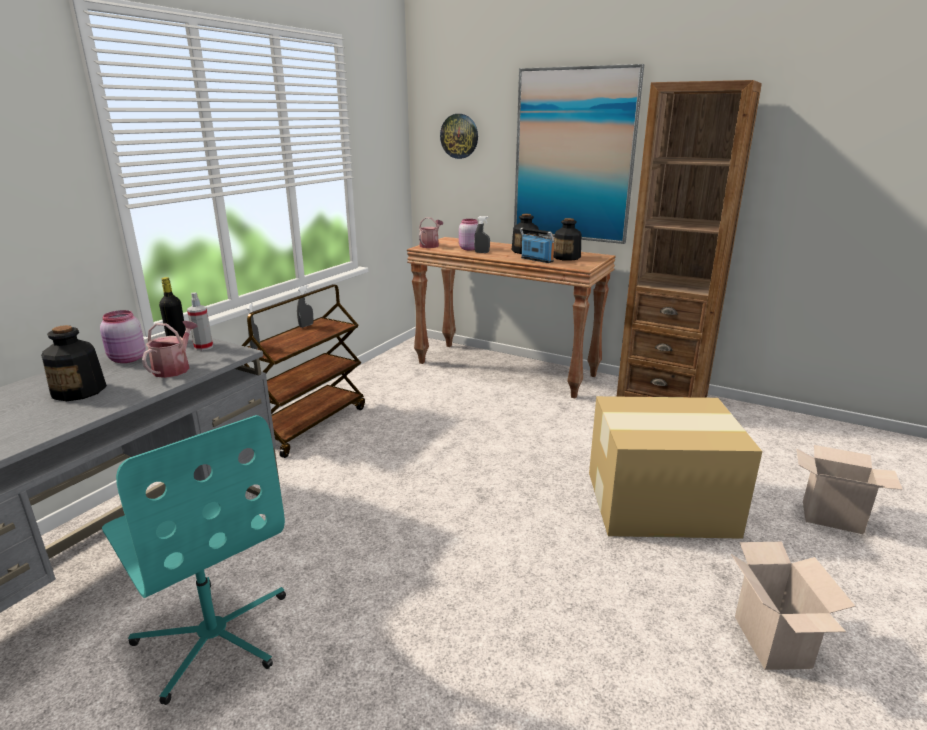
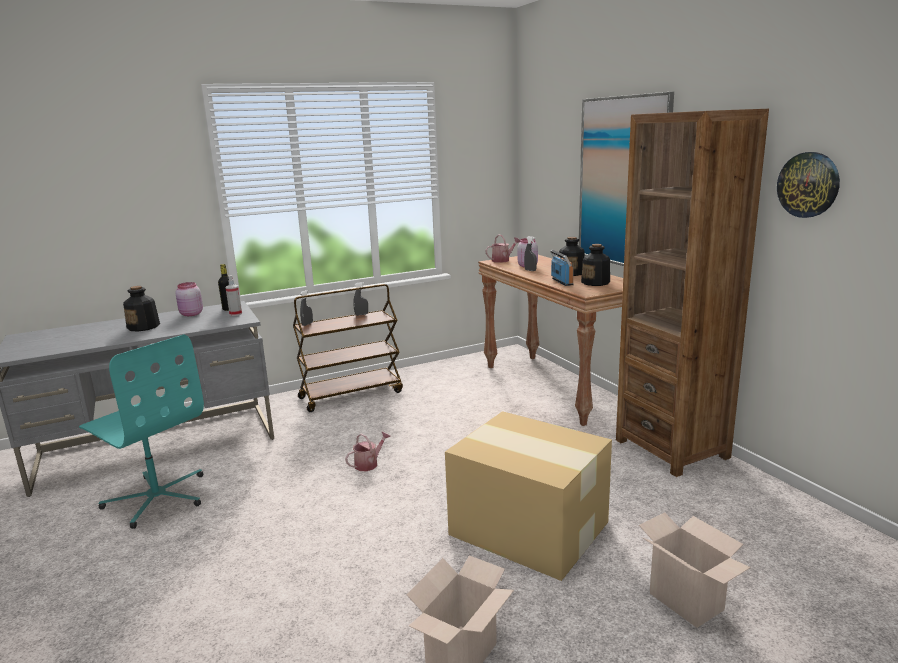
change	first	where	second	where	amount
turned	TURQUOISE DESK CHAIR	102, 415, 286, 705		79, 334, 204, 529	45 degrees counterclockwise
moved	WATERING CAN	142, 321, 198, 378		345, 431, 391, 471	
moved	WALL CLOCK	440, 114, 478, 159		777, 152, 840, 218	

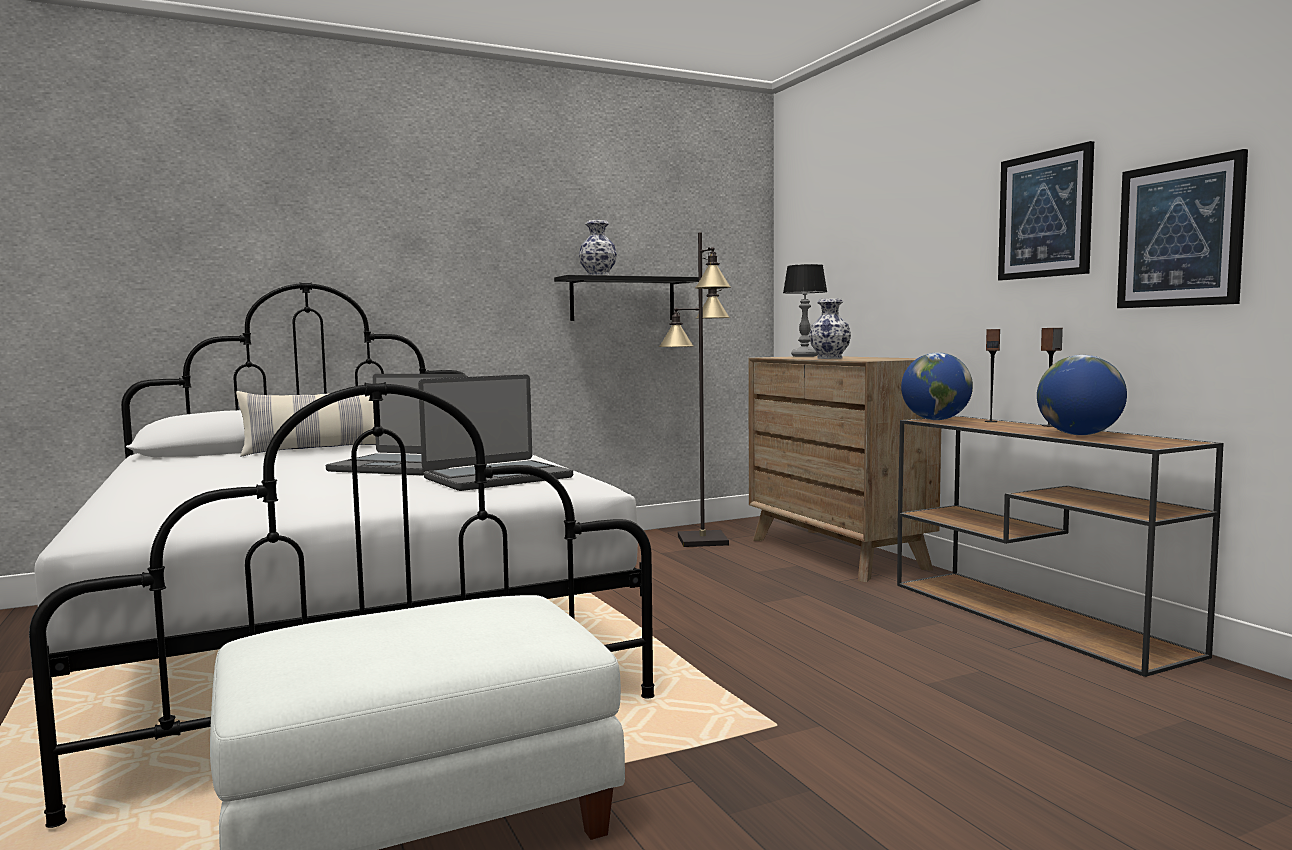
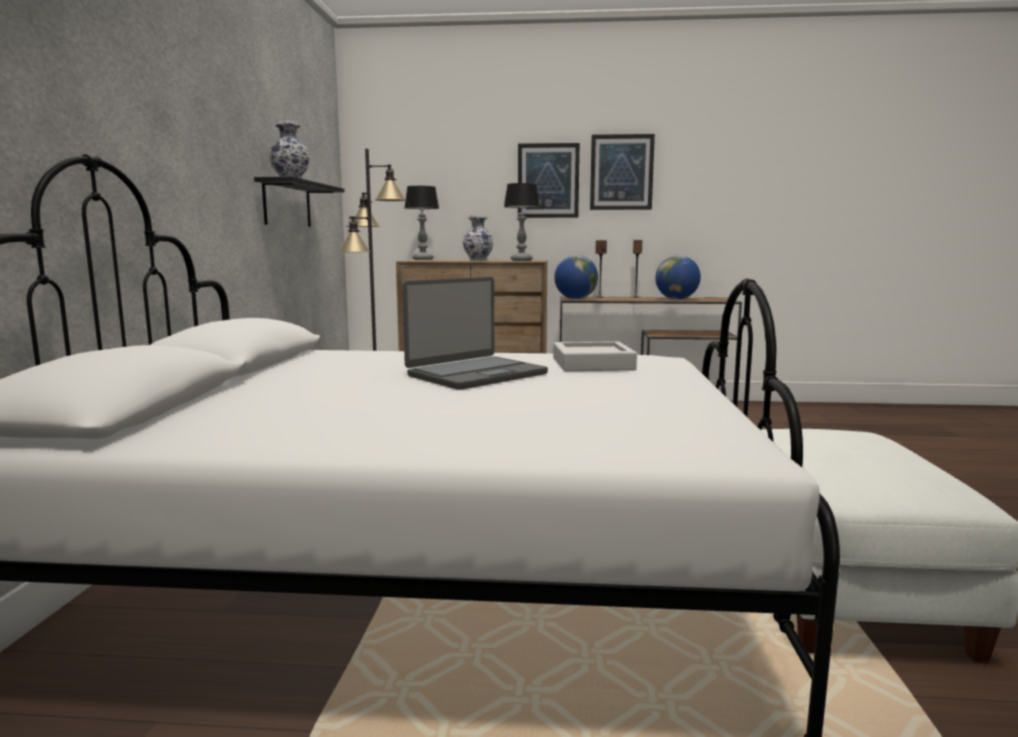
change	first	where	second	where	amount
removed	THROW PILLOW	236, 391, 376, 457			
replaced	NOTEBOOK COMPUTER	418, 374, 573, 491	GREYISH CARRYING TRAY	553, 341, 637, 371	
moved	PICTURE	1117, 149, 1248, 308		518, 143, 580, 218	
added			TABLETOP LAMP	504, 183, 540, 261	

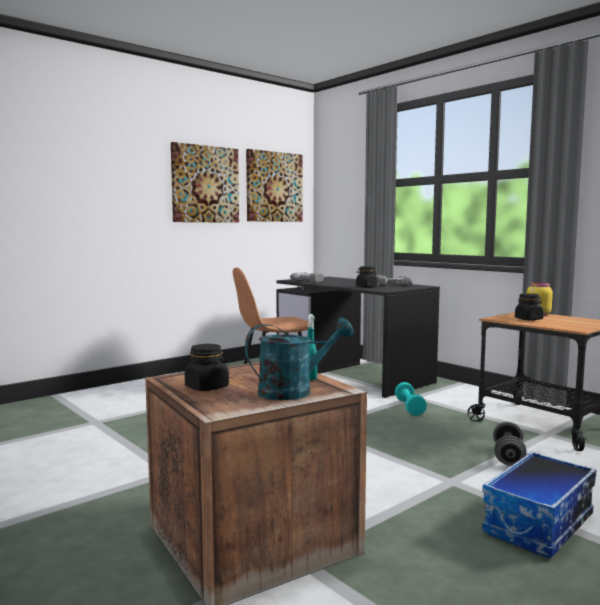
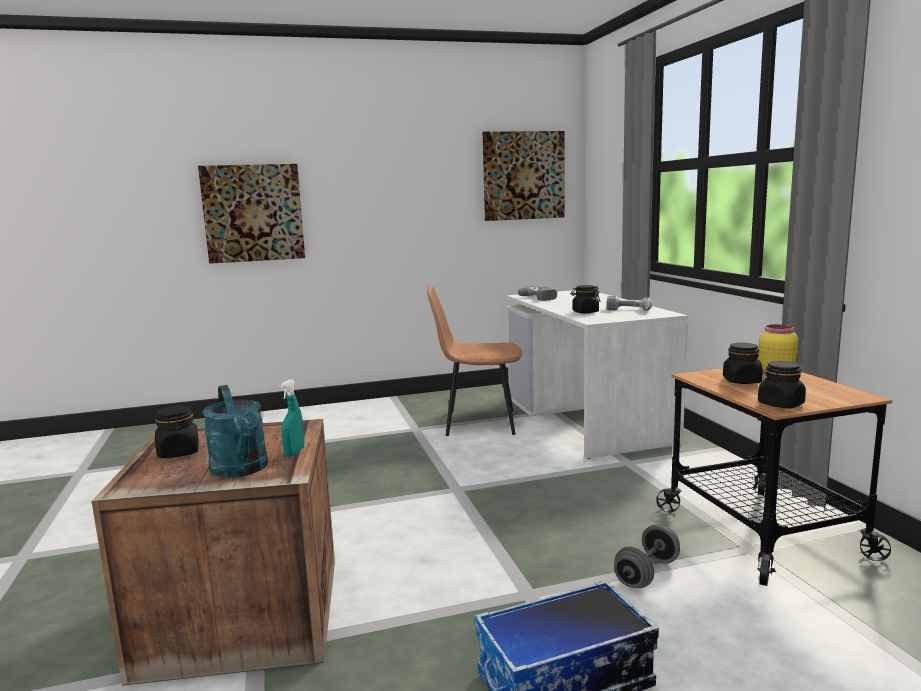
change	first	where	second	where	amount
moved	PICTURE	171, 142, 239, 223		198, 164, 305, 264	
turned	TURQUOISE WATERING CAN	245, 317, 354, 400		202, 385, 268, 478	60 degrees clockwise
recoloured	BLACKISH DESK UNIT	276, 277, 440, 398	WHITE DESK UNIT	507, 290, 688, 459	
removed	TURQUOISE DUMBBELL	395, 382, 427, 416			
added			BLACKISH STORAGE JAR	758, 361, 806, 408	

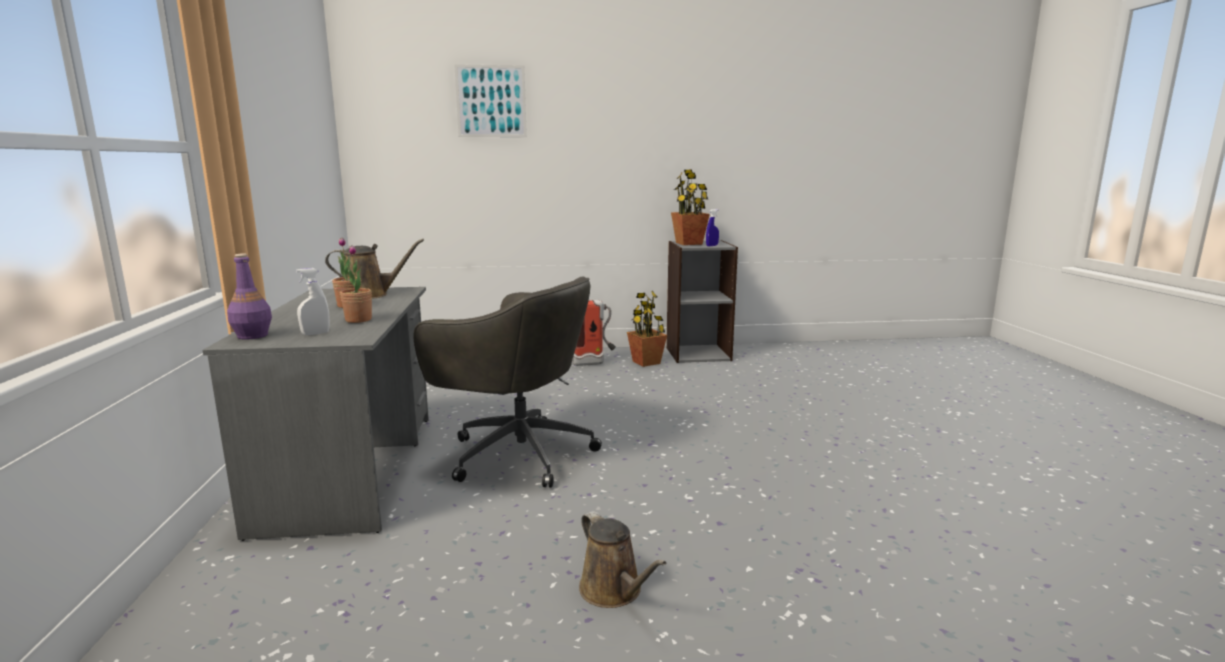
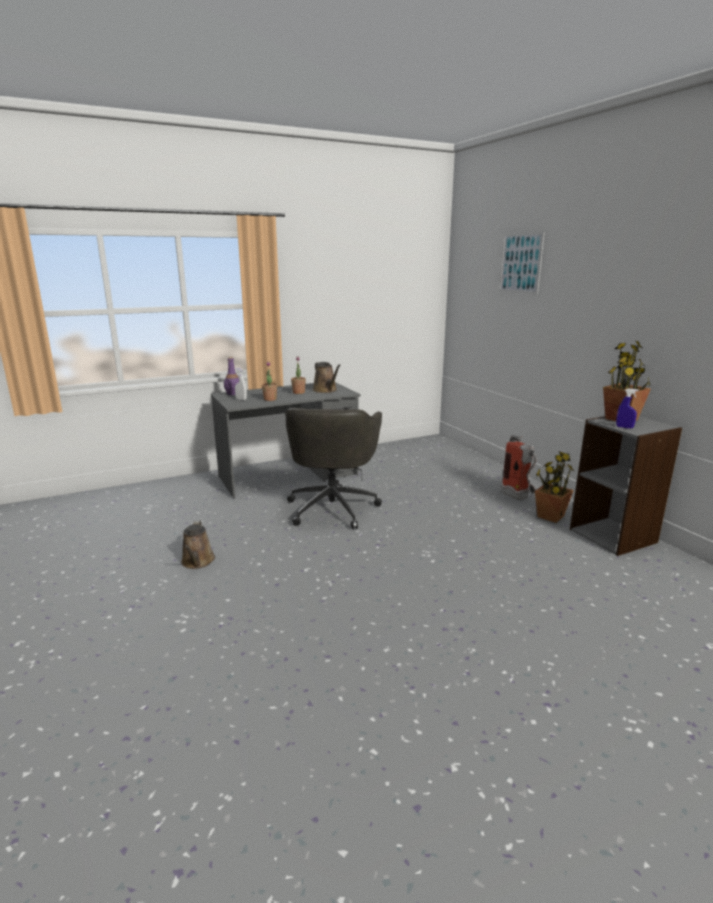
change	first	where	second	where	amount
turned	BROWN-COLOURED WATERING CAN	579, 511, 667, 608		181, 521, 215, 569	45 degrees counterclockwise

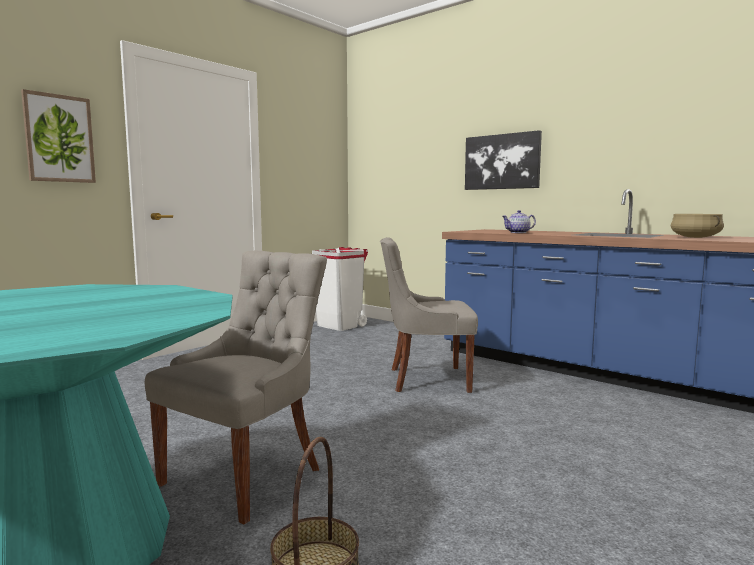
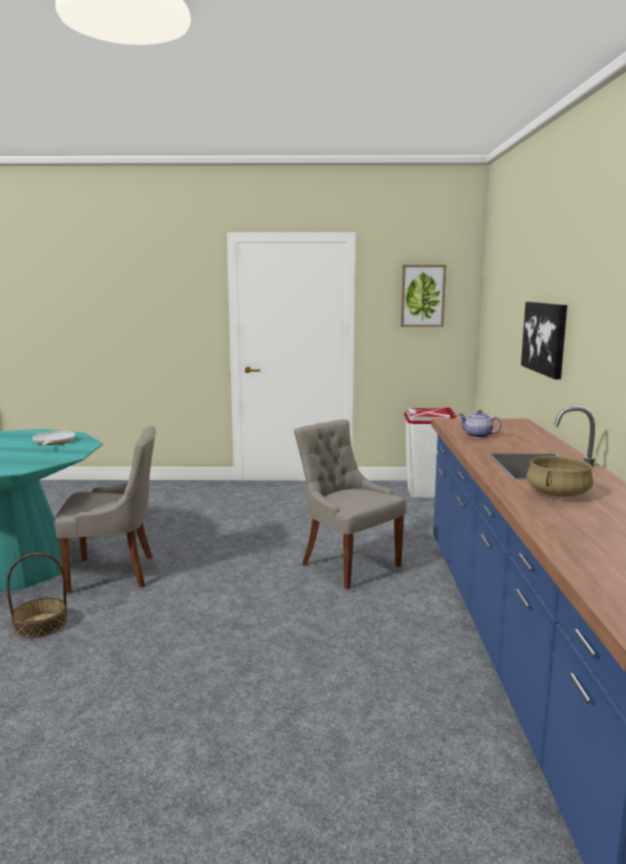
change	first	where	second	where	amount
moved	PICTURE	21, 89, 96, 183		401, 265, 446, 327	
added			FRYING PAN	32, 431, 75, 445	

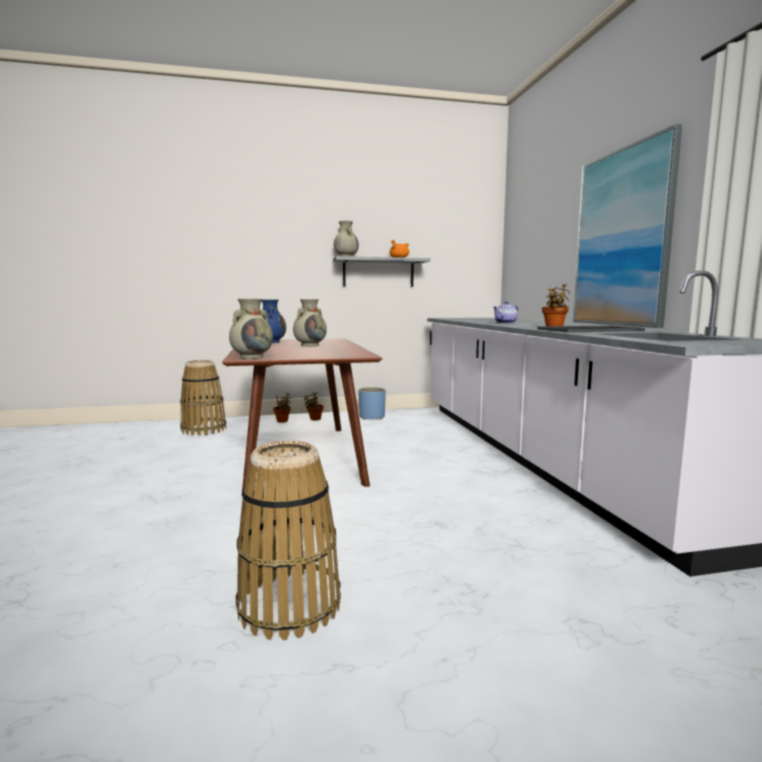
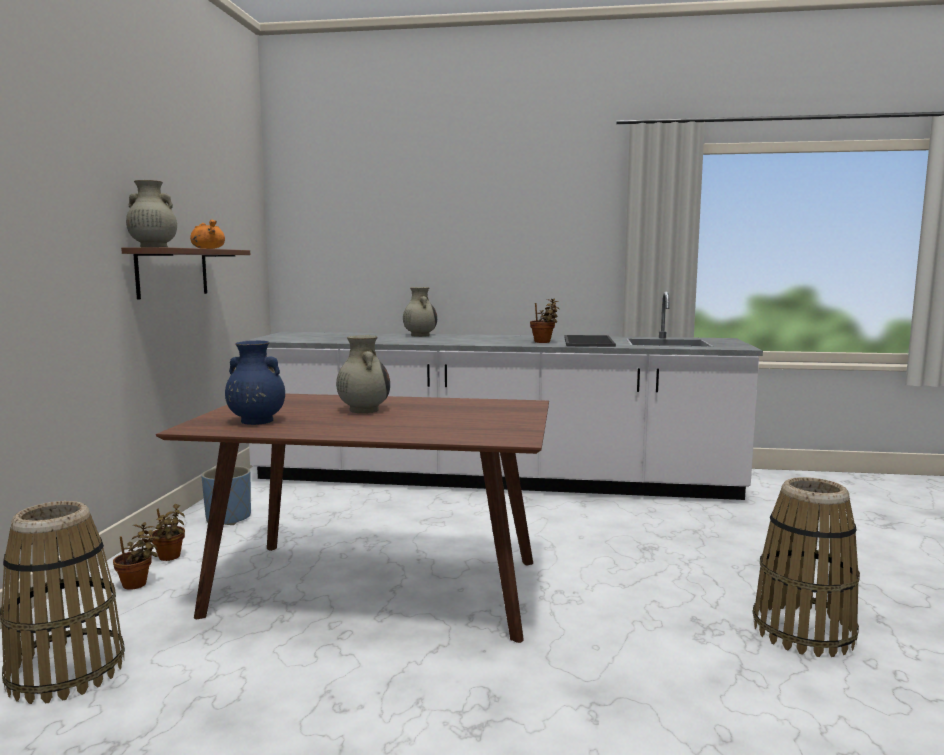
change	first	where	second	where	amount
moved	SAND-COLOURED FLOWER VASE	229, 299, 273, 359		403, 287, 437, 337	
recoloured	GREYISH WALL SHELF	333, 256, 431, 287	BROWN-COLOURED WALL SHELF	121, 247, 250, 300	
removed	TEAPOT	494, 301, 519, 324			
removed	PICTURE	573, 124, 682, 328			

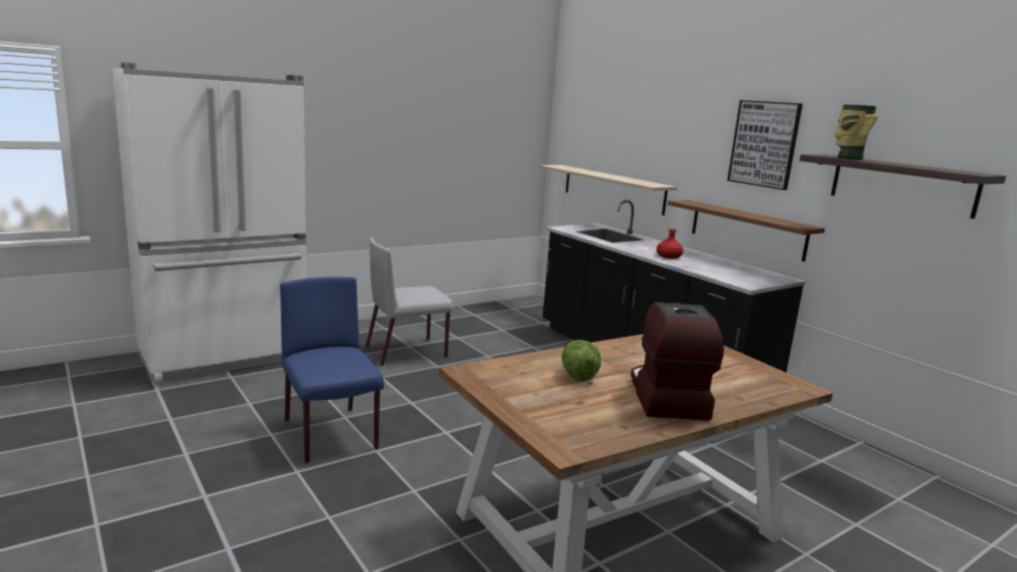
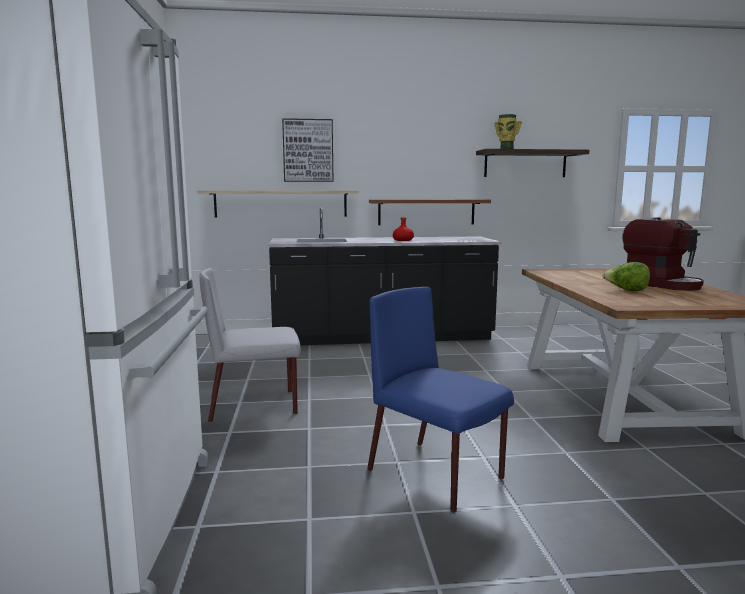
change	first	where	second	where	amount
turned	BLUE-COLOURED CHAIR	280, 277, 384, 463		367, 287, 514, 513	45 degrees clockwise
turned	GREYISH CHAIR	366, 238, 453, 366		199, 268, 301, 423	75 degrees clockwise
turned	COFFEE BREWER	631, 302, 724, 421		622, 217, 704, 291	150 degrees counterclockwise
moved	PICTURE	727, 100, 803, 190		282, 118, 333, 182	

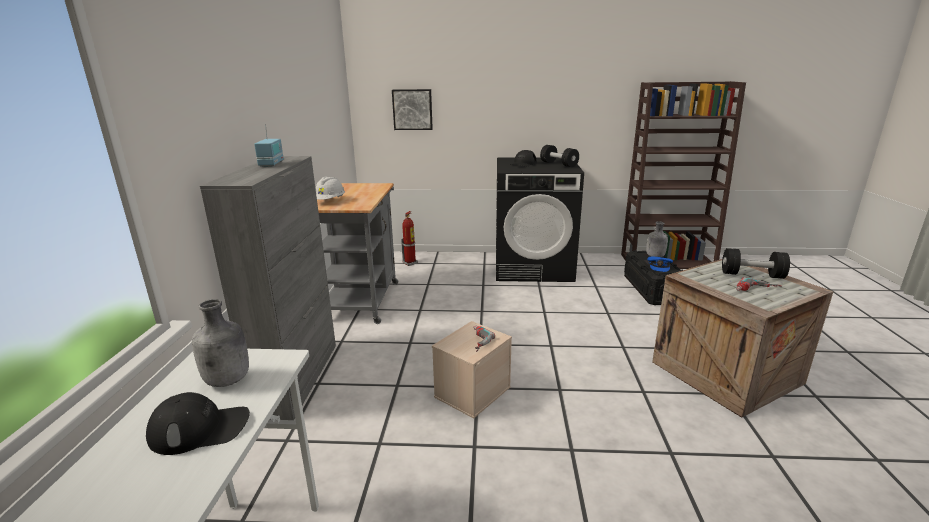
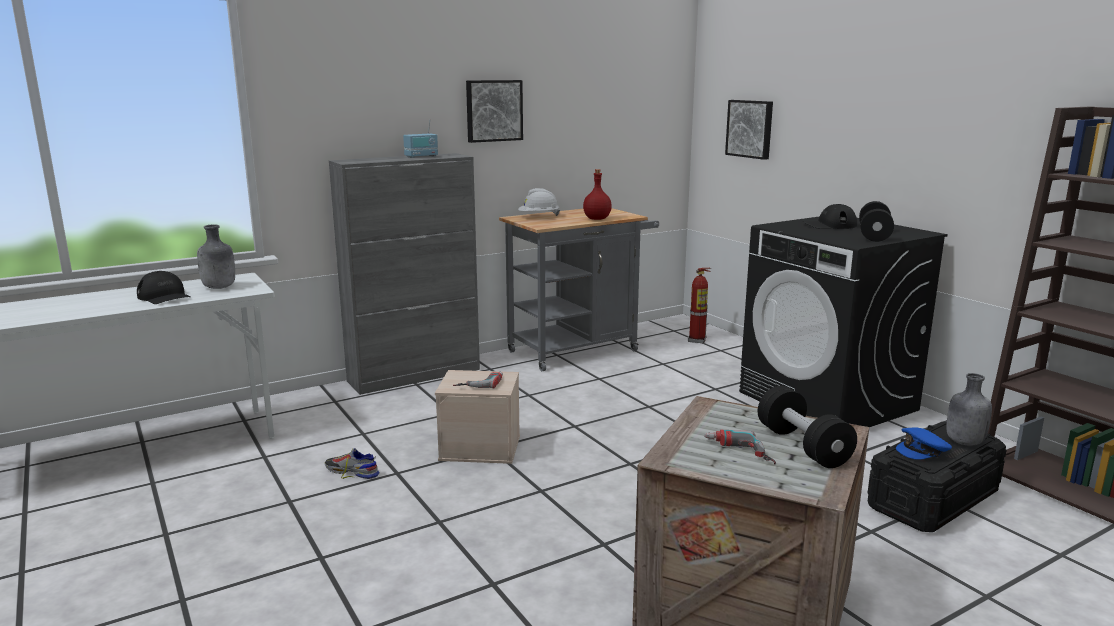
change	first	where	second	where	amount
added			ITEM OF FOOTWEAR	325, 448, 380, 479	
added			PICTURE	466, 80, 523, 143	
added			REDDISH DRINK BOTTLE	583, 169, 612, 220	

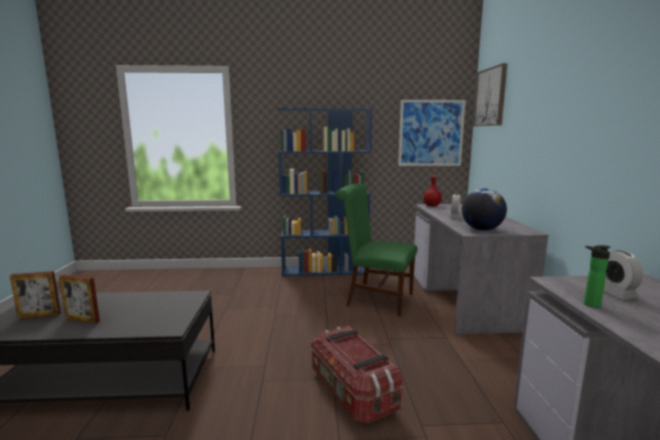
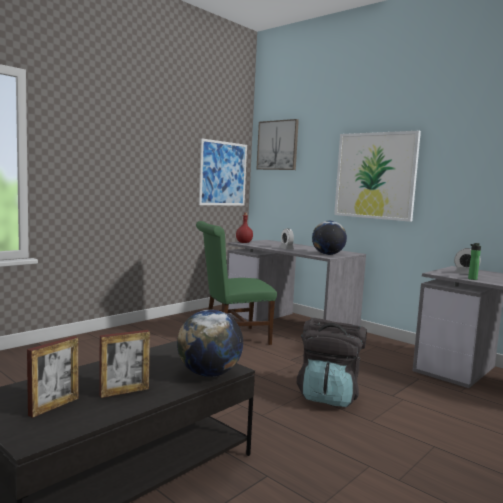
change	first	where	second	where	amount
removed	BLUE-COLOURED BOOKSHELF	277, 108, 372, 276			
replaced	STORAGE BIN	311, 326, 403, 423	BLACKISH KNAPSACK	297, 318, 367, 407	
added			WORLD GLOBE	177, 310, 243, 377	
added			PICTURE	334, 131, 421, 222	

